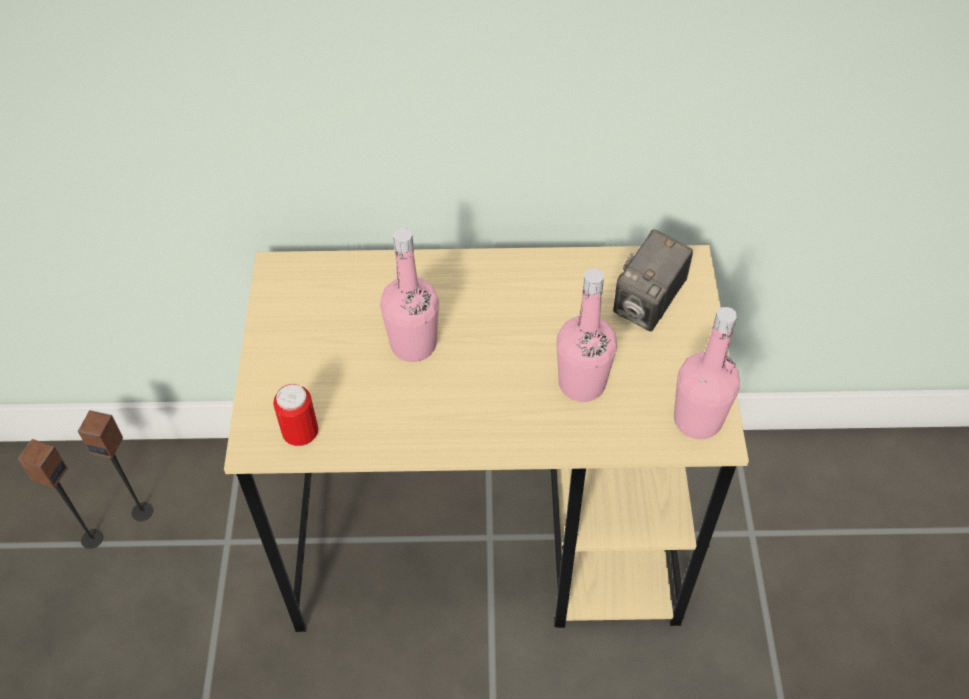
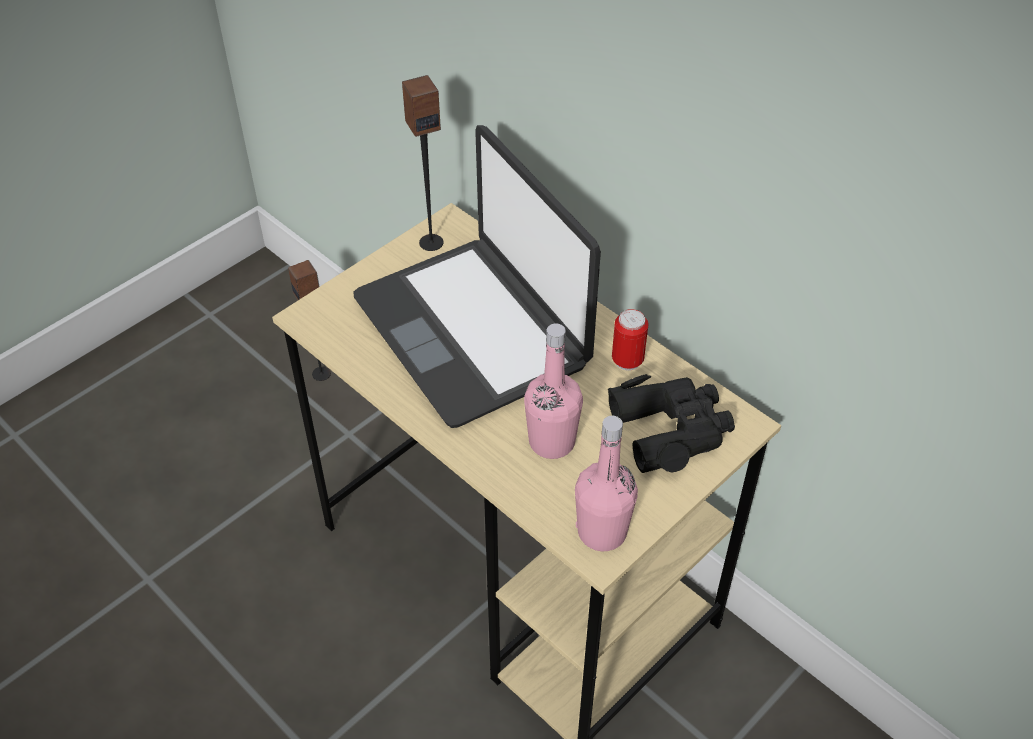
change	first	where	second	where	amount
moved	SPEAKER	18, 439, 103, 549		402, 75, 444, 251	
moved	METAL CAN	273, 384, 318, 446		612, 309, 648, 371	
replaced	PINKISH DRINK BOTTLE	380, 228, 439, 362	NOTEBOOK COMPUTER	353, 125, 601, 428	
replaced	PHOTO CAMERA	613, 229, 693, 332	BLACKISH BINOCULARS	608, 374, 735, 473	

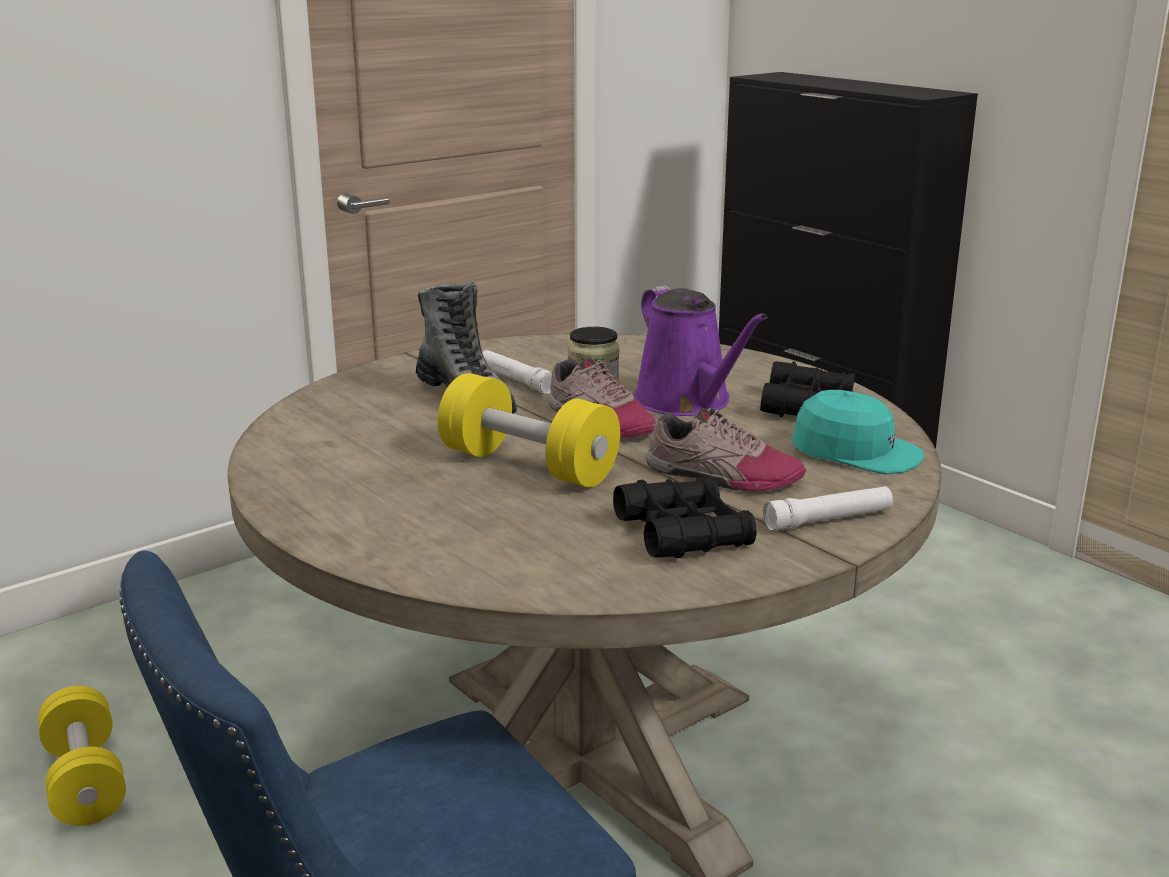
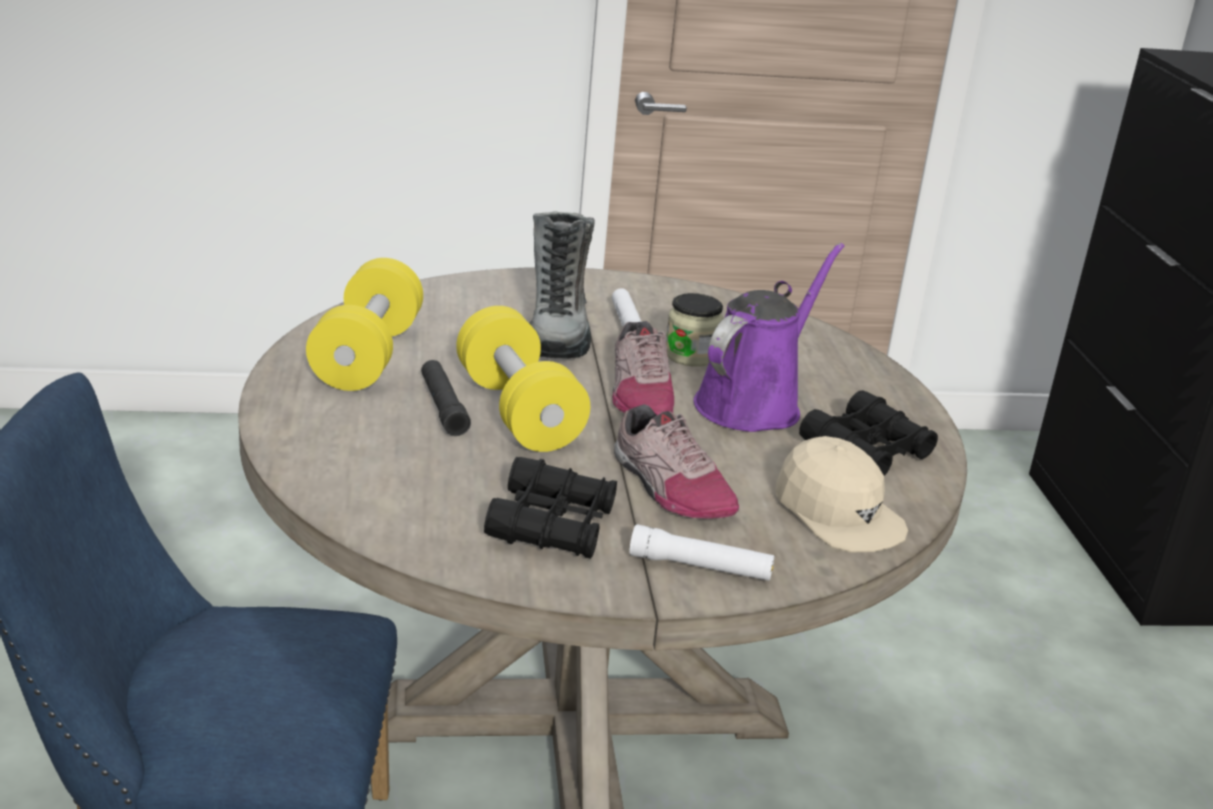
change	first	where	second	where	amount
moved	YELLOW DUMBBELL	38, 686, 126, 826		306, 258, 423, 391	
turned	PURPLE-COLOURED WATERING CAN	634, 286, 768, 416		694, 243, 844, 432	150 degrees counterclockwise
recoloured	TURQUOISE PEAKED CAP	793, 390, 924, 475	SAND-COLOURED PEAKED CAP	776, 436, 908, 553	
added			BLACKISH FLASHLIGHT	421, 360, 471, 436	

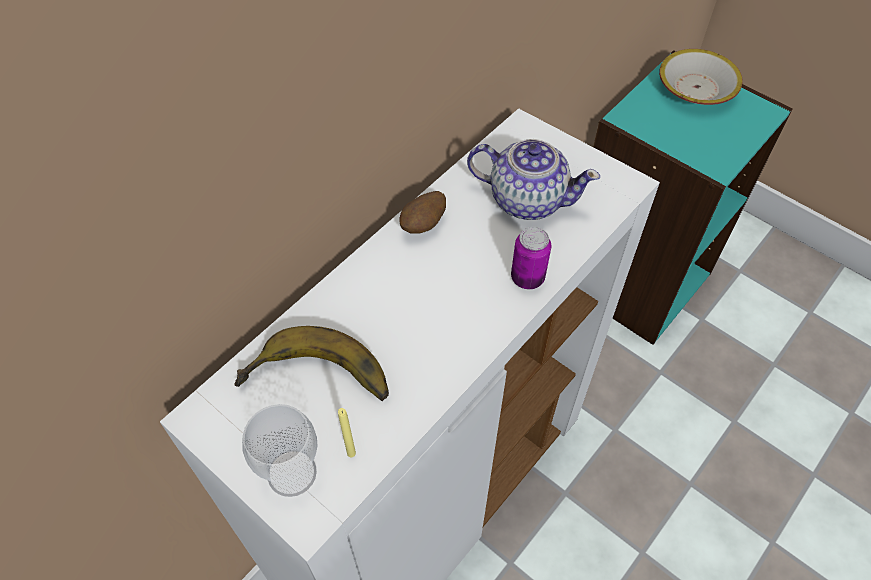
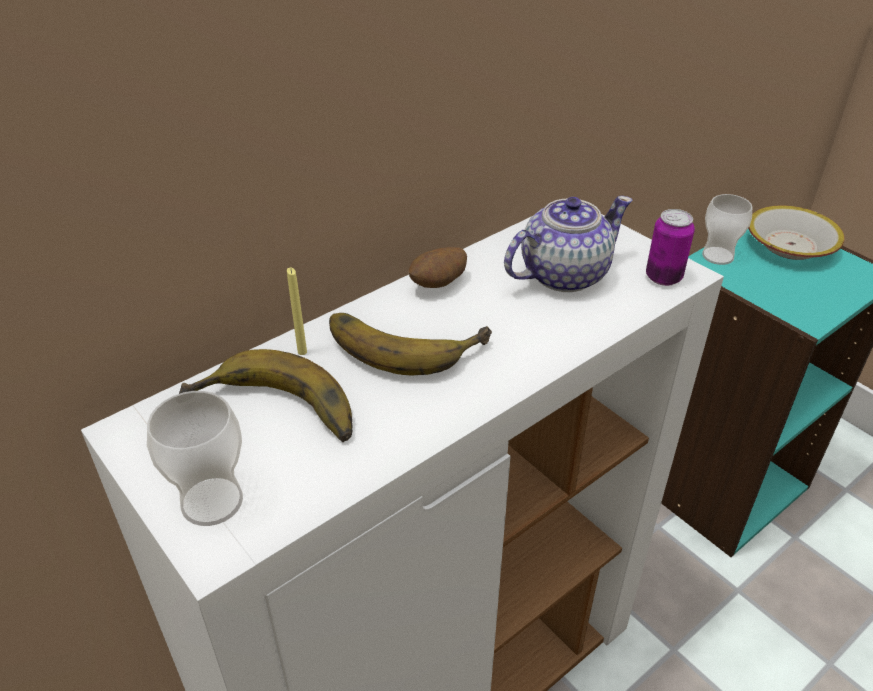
change	first	where	second	where	amount
moved	YELLOW CANDLE	338, 408, 356, 457		287, 268, 307, 355	
turned	TEAPOT	467, 139, 600, 220		504, 196, 633, 292	60 degrees counterclockwise
moved	METAL CAN	511, 227, 551, 289		646, 209, 695, 286	
added			BANANA	329, 313, 492, 376	
added			CUP	702, 194, 752, 265	

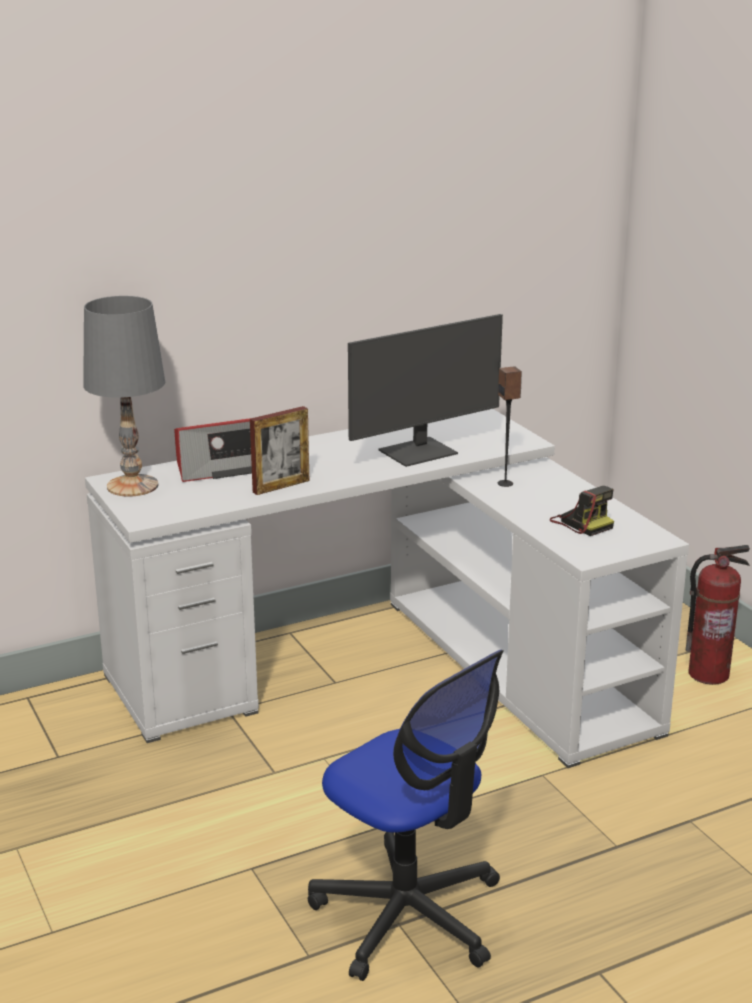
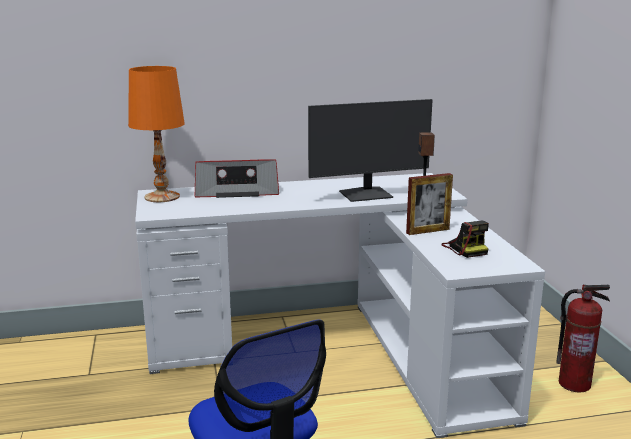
change	first	where	second	where	amount
recoloured	GREYISH TABLETOP LAMP	83, 296, 165, 497	ORANGE TABLETOP LAMP	128, 66, 185, 202	
moved	PICTURE FRAME	250, 406, 309, 495		406, 173, 453, 235	

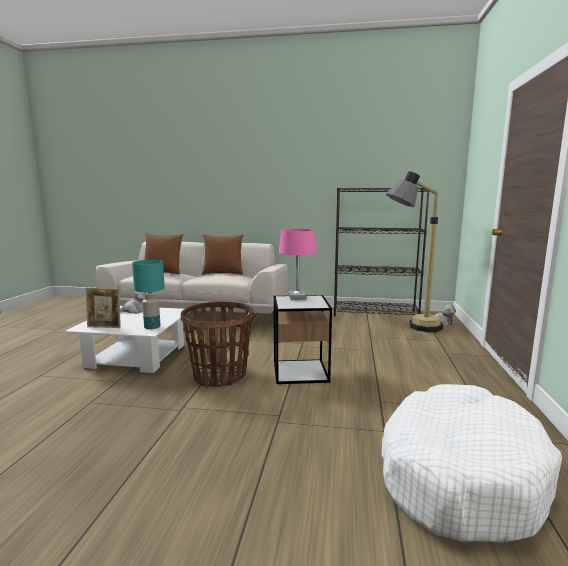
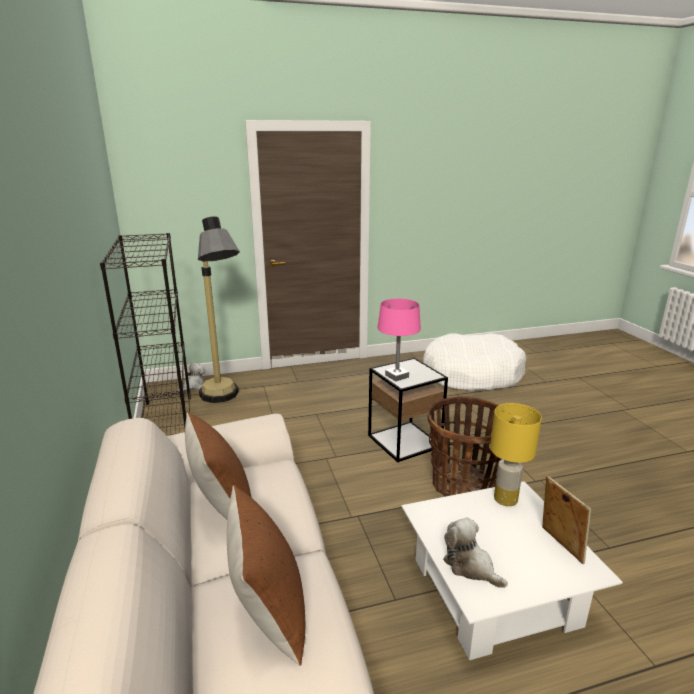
change	first	where	second	where	amount
recoloured	TURQUOISE TABLETOP LAMP	132, 260, 165, 329	YELLOW TABLETOP LAMP	490, 403, 542, 506	

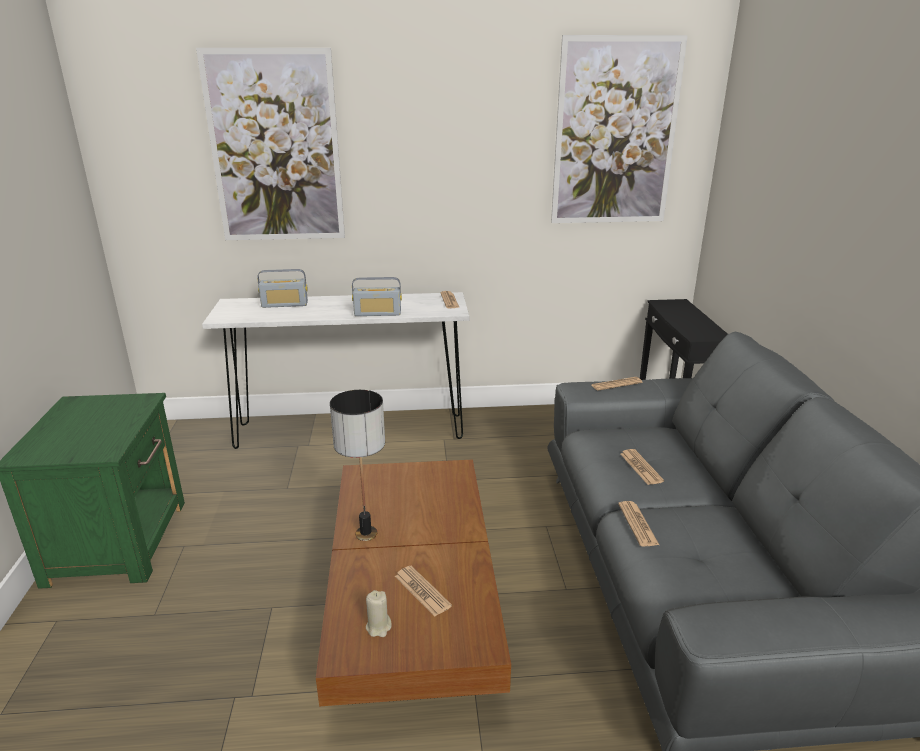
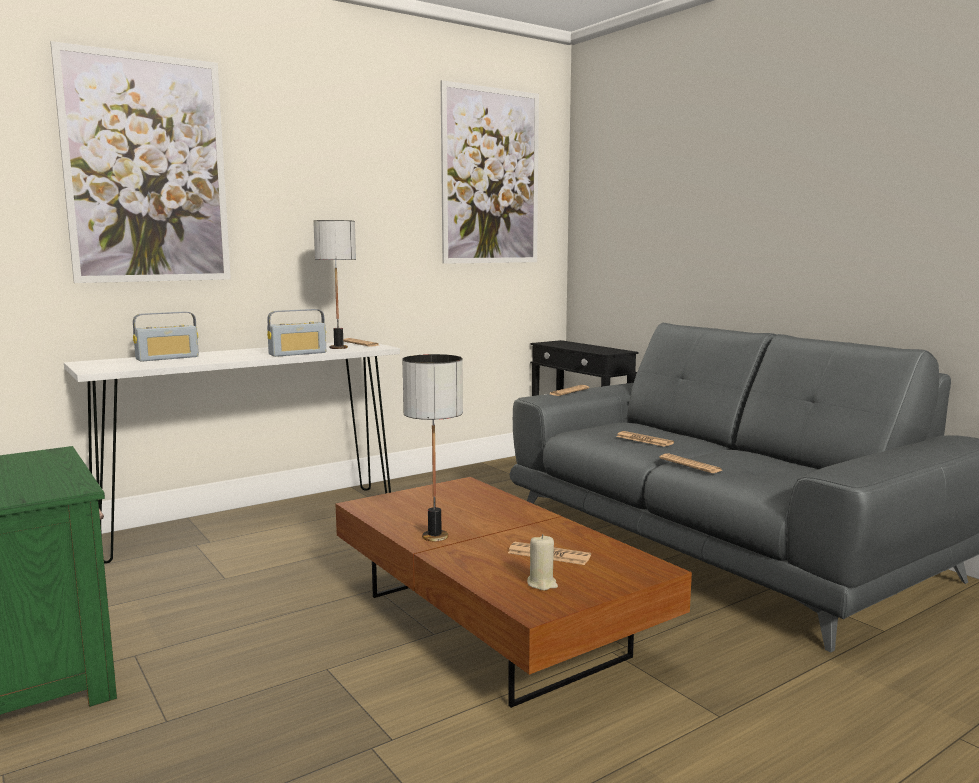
change	first	where	second	where	amount
added			TABLETOP LAMP	313, 220, 356, 349	

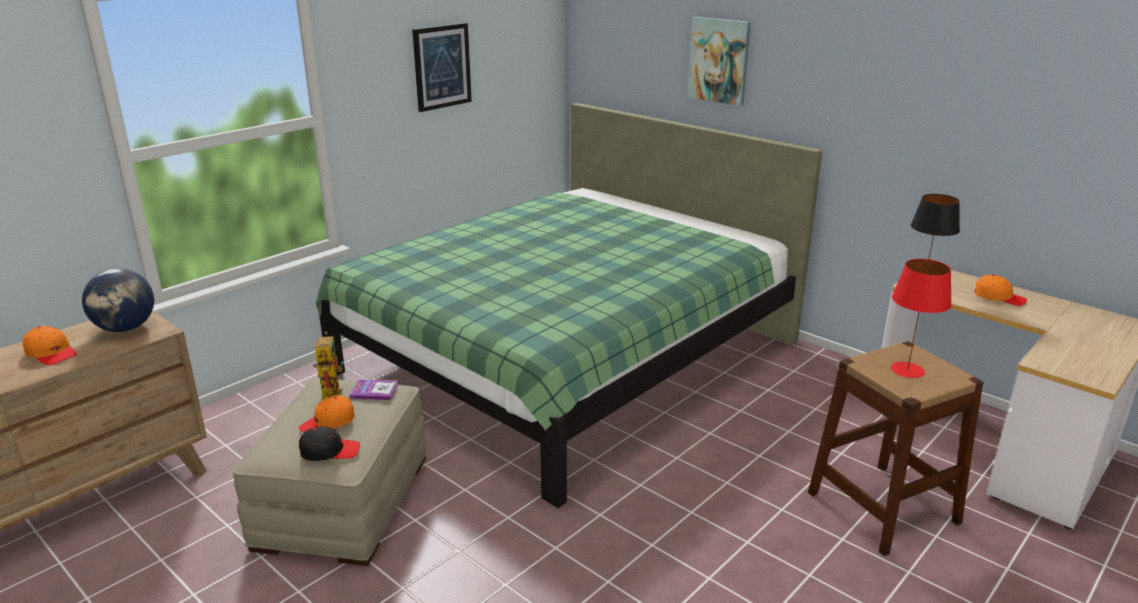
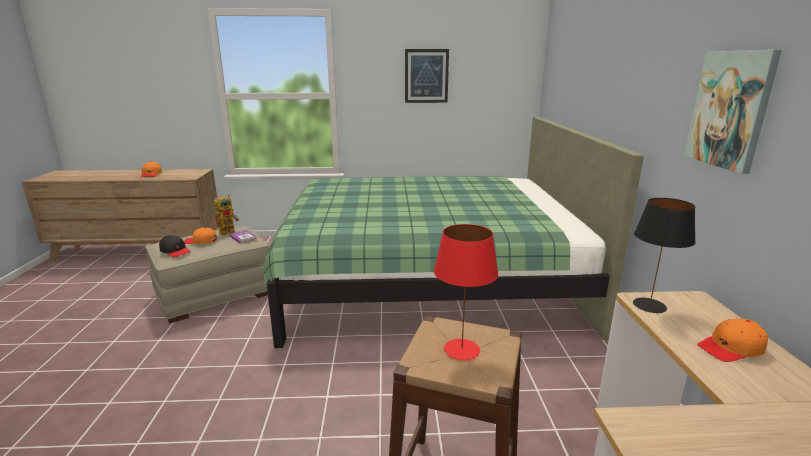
change	first	where	second	where	amount
removed	WORLD GLOBE	82, 268, 154, 332			
moved	PICTURE	688, 17, 751, 106		684, 50, 782, 174	
turned	ORANGE PEAKED CAP	975, 275, 1027, 306		697, 319, 768, 362	90 degrees clockwise

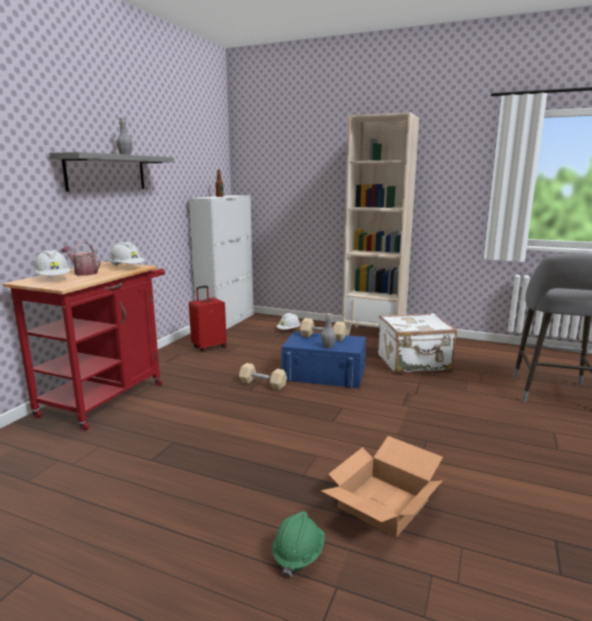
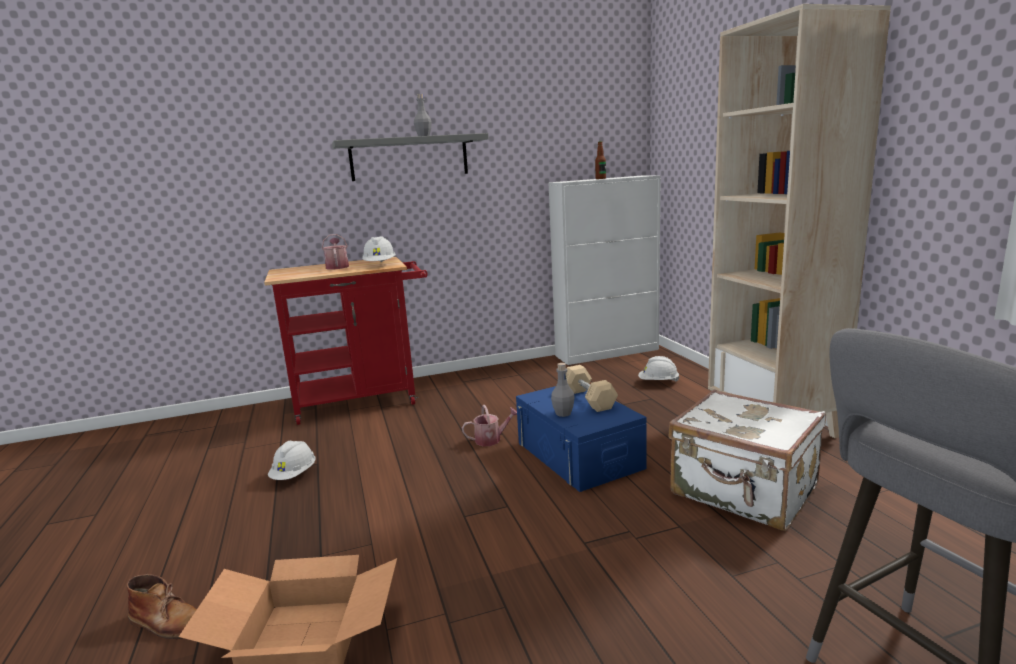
change	first	where	second	where	amount
moved	WHITE WORK HELMET	33, 250, 70, 276		268, 441, 316, 480	
removed	REDDISH SUITCASE	189, 286, 227, 352			
replaced	SAND-COLOURED DUMBBELL	239, 363, 287, 390	WATERING CAN	462, 405, 517, 446	
replaced	GREEN-COLOURED WORK HELMET	272, 511, 325, 577	BROWN-COLOURED HIGH-TOP BOOT	126, 574, 197, 639	

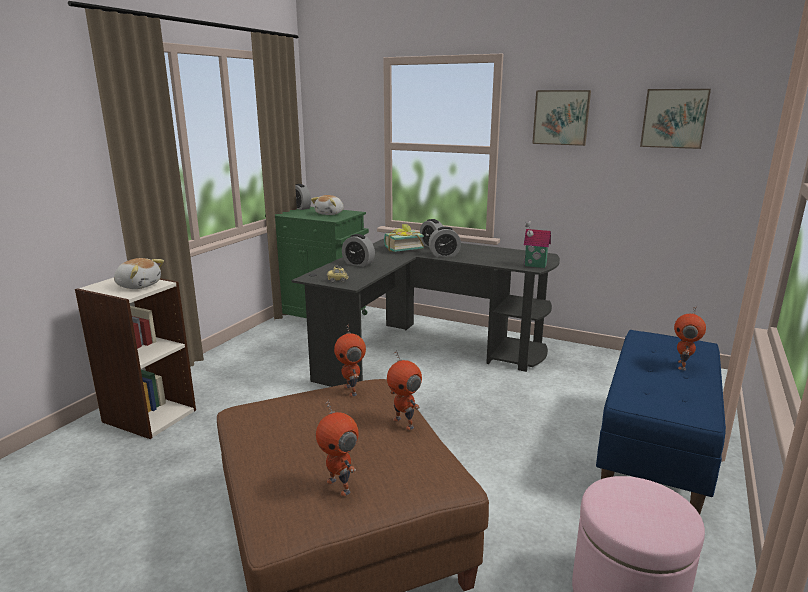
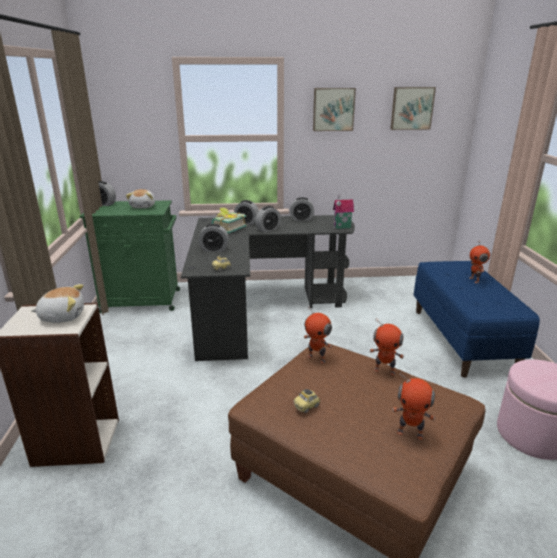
change	first	where	second	where	amount
added			TABLE CLOCK	290, 197, 314, 221	
added			MODEL CAR	293, 389, 320, 413	

